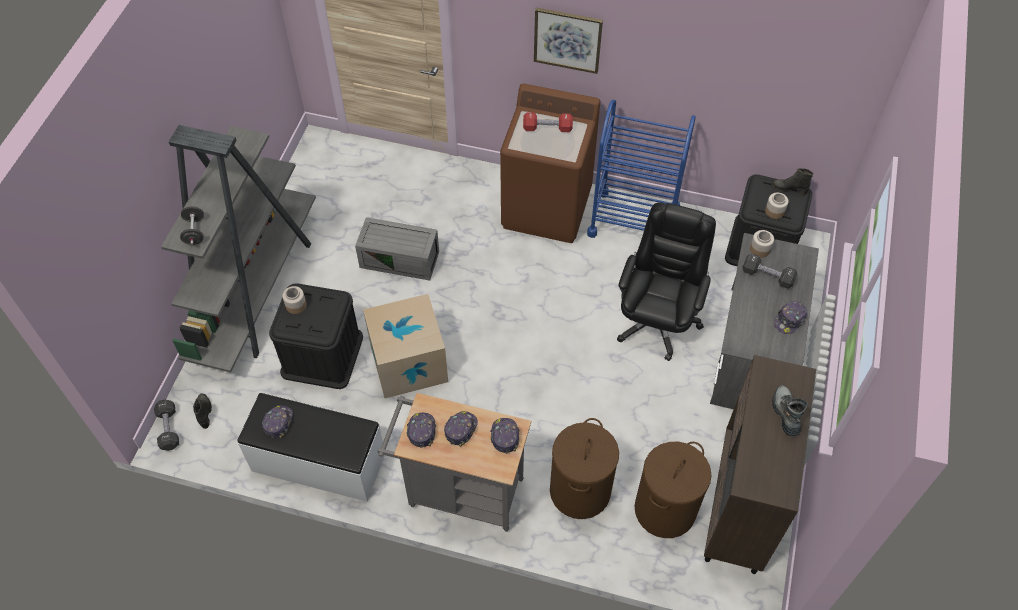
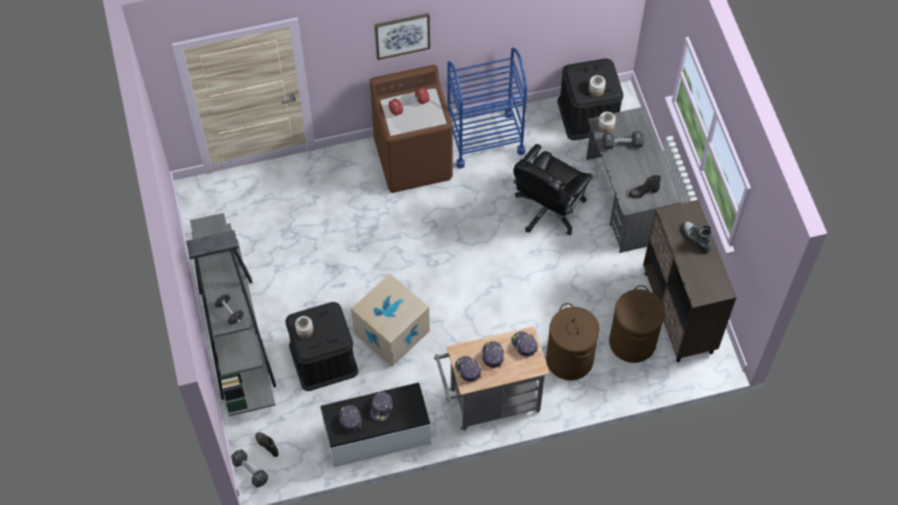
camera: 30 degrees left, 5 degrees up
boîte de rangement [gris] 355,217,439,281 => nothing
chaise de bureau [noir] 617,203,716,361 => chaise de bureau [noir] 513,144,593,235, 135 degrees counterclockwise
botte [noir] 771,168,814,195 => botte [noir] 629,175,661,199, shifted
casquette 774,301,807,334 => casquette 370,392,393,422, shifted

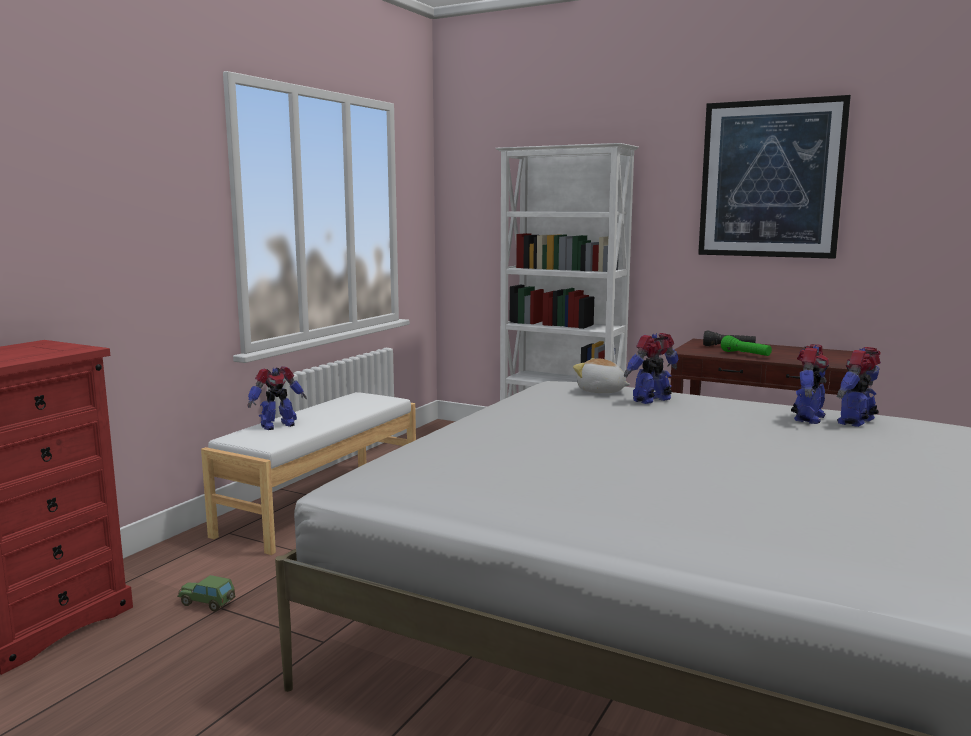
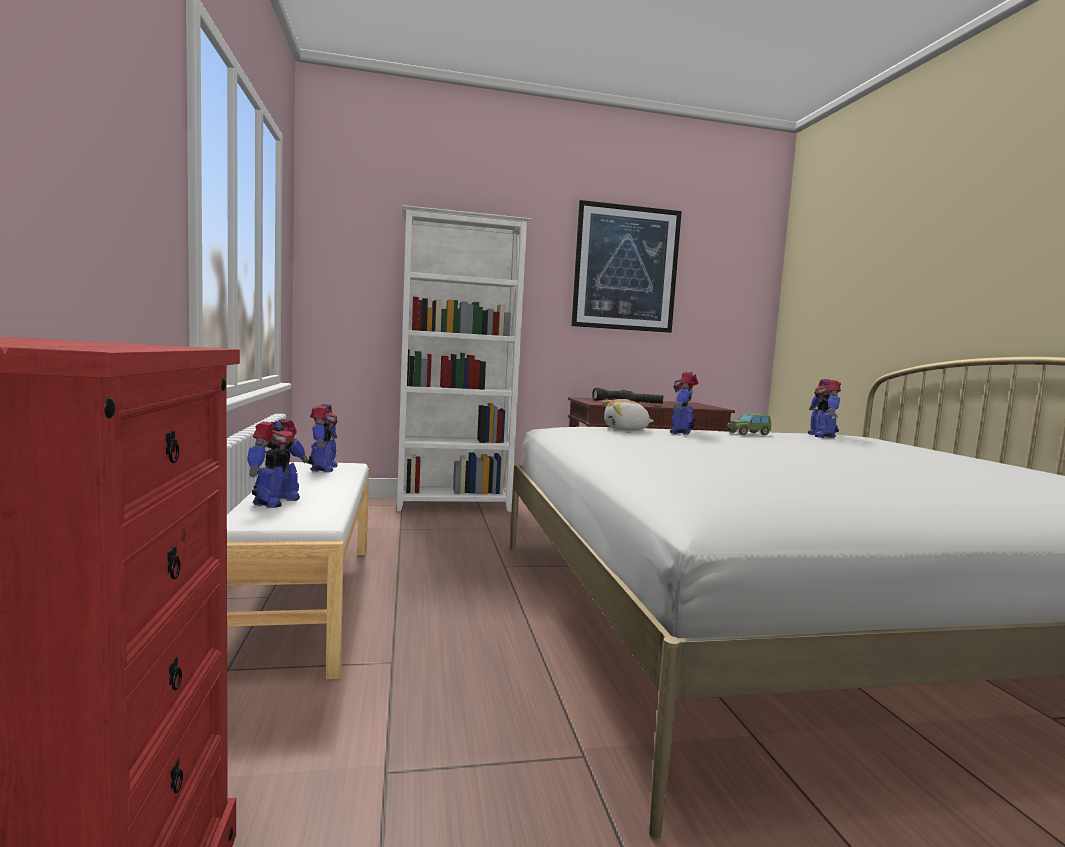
camera: 40 degrees left, 5 degrees down
petite voiture 177,575,236,612 => petite voiture 726,413,772,435, shifted
lampe de poche [vert] 721,335,772,356 => lampe de poche [noir] 619,390,663,404
robot jouet 791,344,829,424 => robot jouet 308,404,338,472, shifted

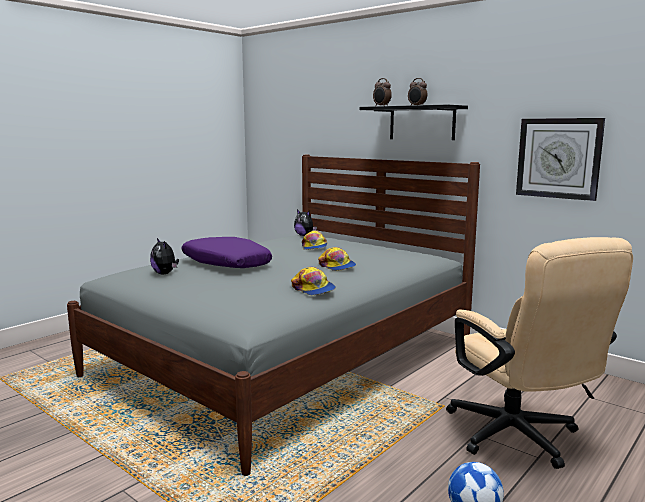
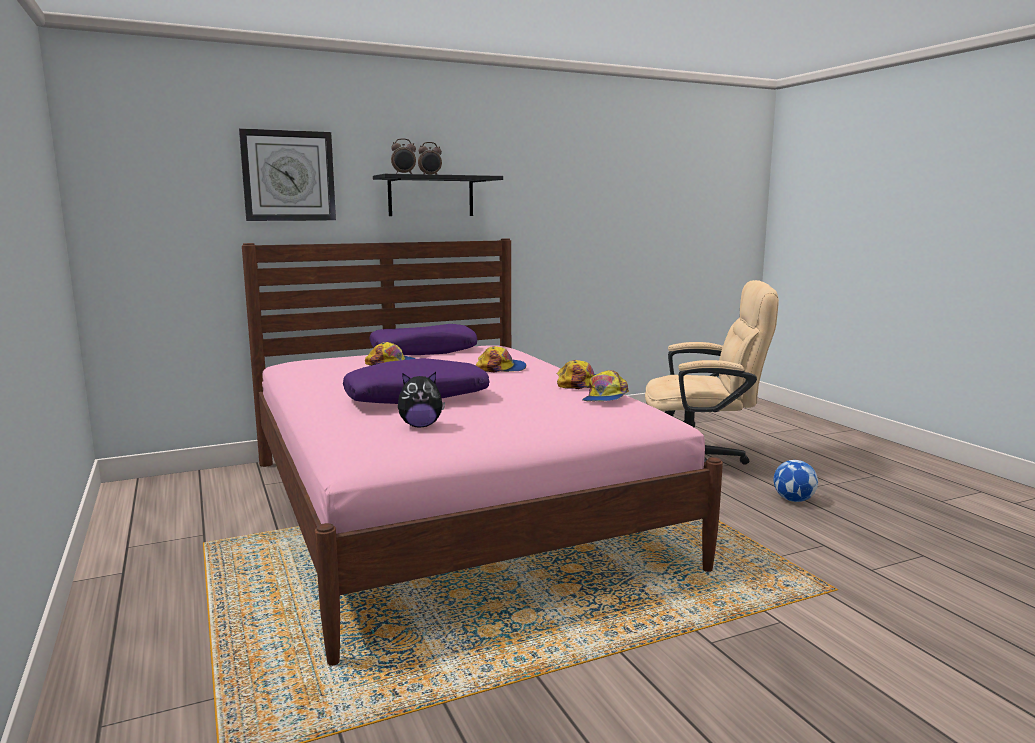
camera: 65 degrees left, 0 degrees up
lit [gris] 67,155,480,476 => lit [rose] 242,238,723,666
peluche 294,210,317,236 => nothing
horloge murale 516,118,605,201 => horloge murale 239,128,336,221, shifted
nothing => coussin [violet] 369,324,477,355
nothing => casquette 582,370,629,402

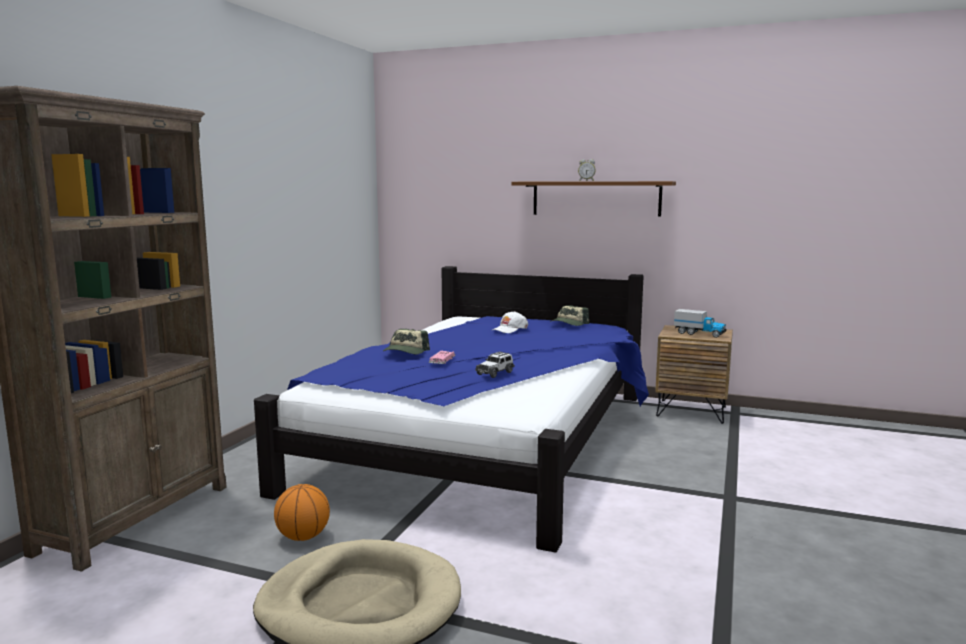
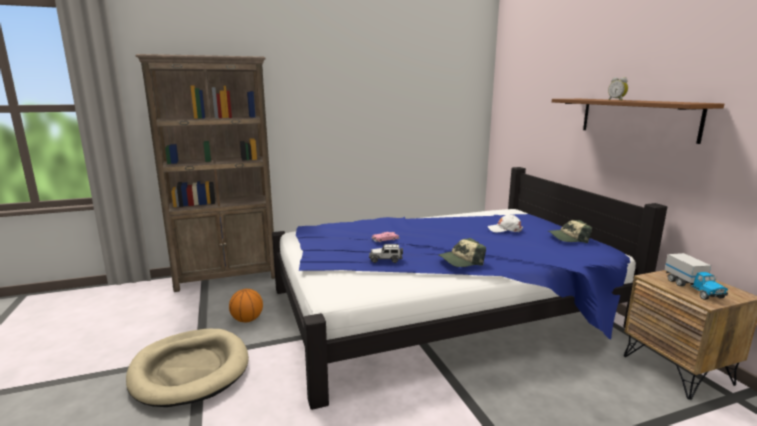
camera: 50 degrees right, 5 degrees up
casquette 383,329,430,354 => casquette 439,238,486,267, shifted

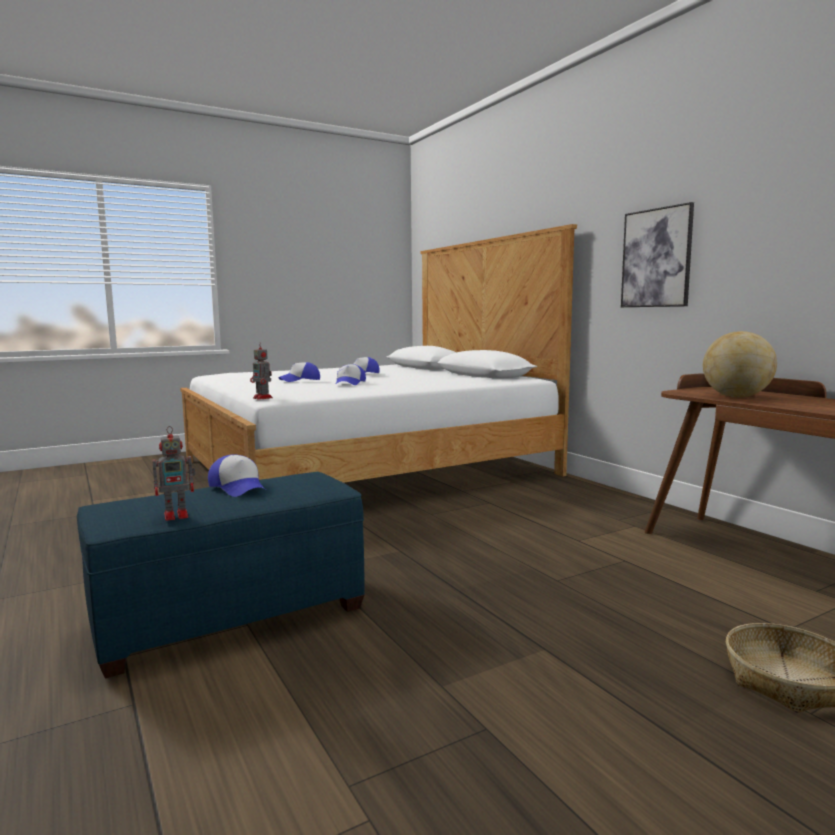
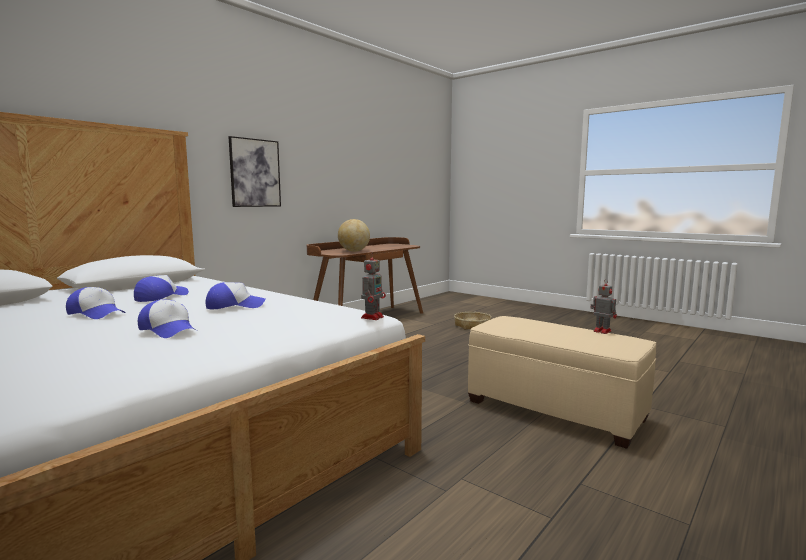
camera: 110 degrees left, 0 degrees up
pouf [bleu] 77,472,365,678 => pouf [beige] 468,316,656,449
casquette 208,454,265,497 => casquette 134,275,189,302, shifted

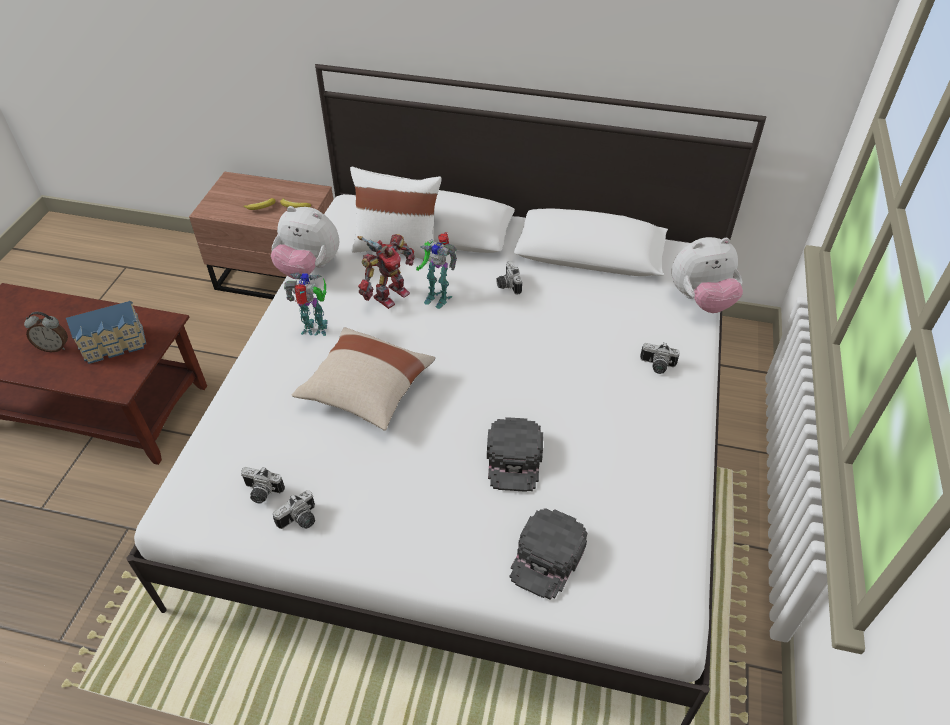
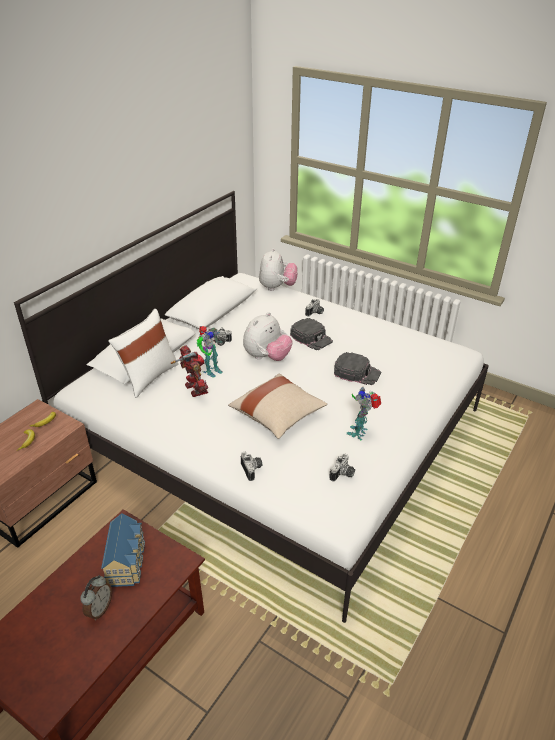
camera: 70 degrees left, 10 degrees down
peluche 271,206,339,279 => peluche 243,312,293,361, shifted
appareil photo 273,490,315,529 => appareil photo 241,452,262,481, shifted
robot jouet 284,272,328,336 => robot jouet 347,387,381,440, shifted
casquette [noir] 509,508,588,600 => casquette [noir] 290,318,333,350, shifted

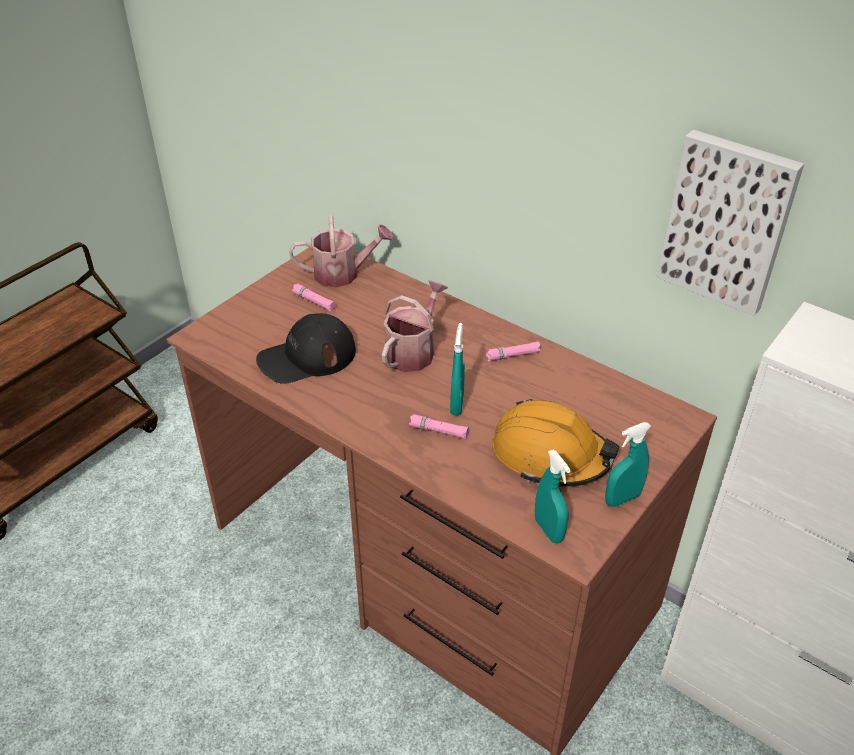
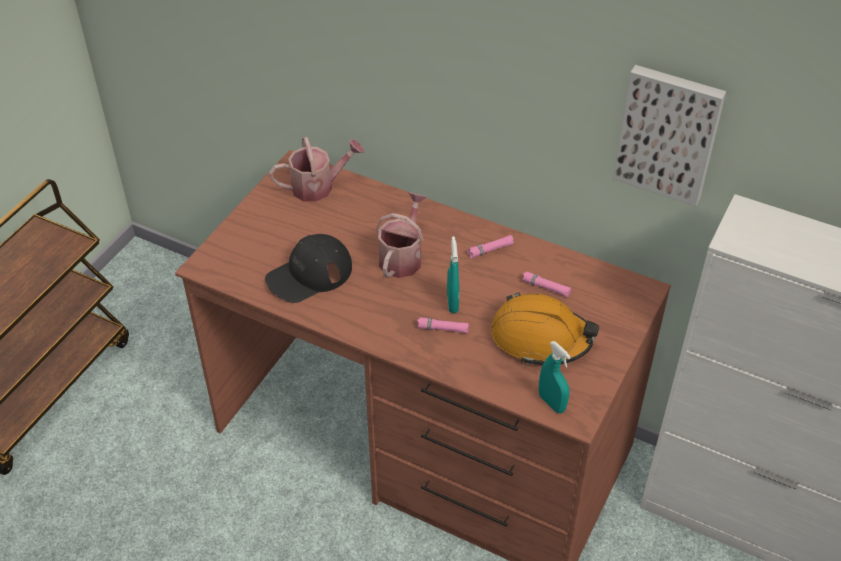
camera: 10 degrees left, 5 degrees up
lampe de poche [rose] 292,284,336,311 => lampe de poche [rose] 522,271,571,297, shifted
vaporisateur [turquoise] 605,422,651,507 => nothing

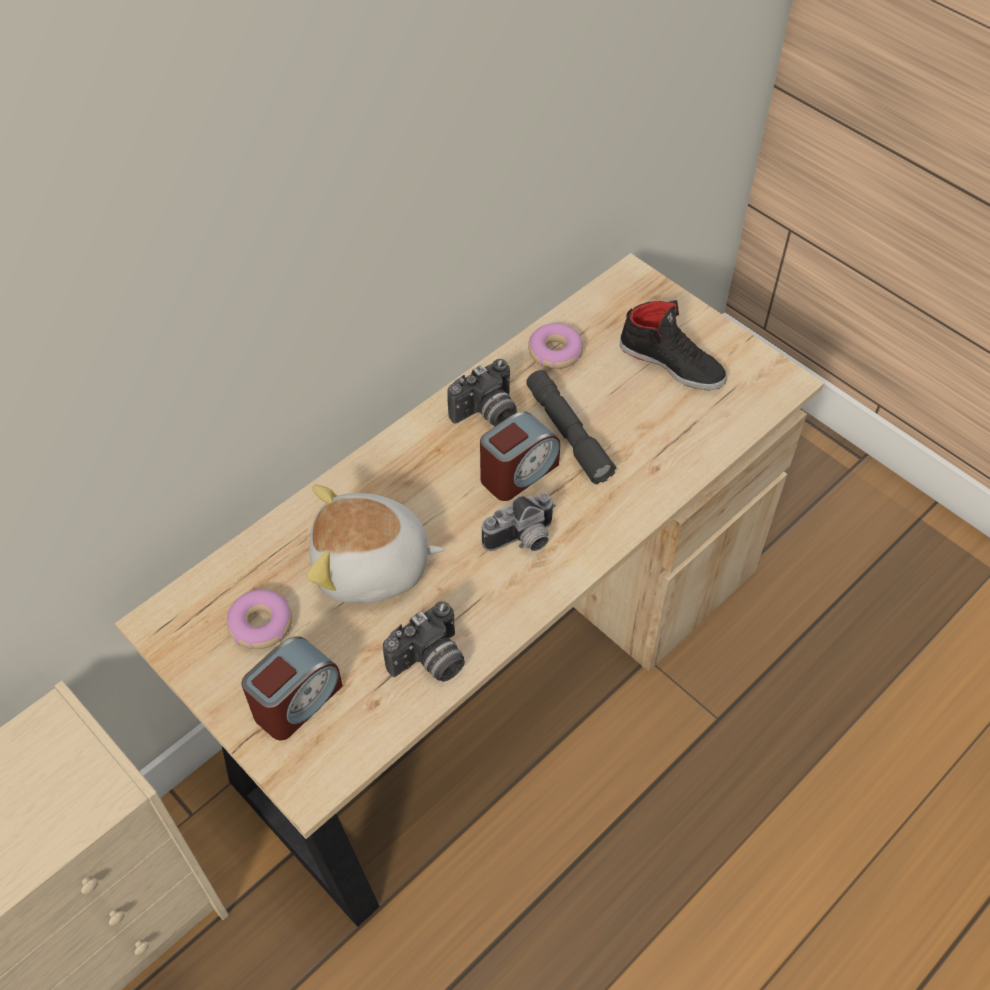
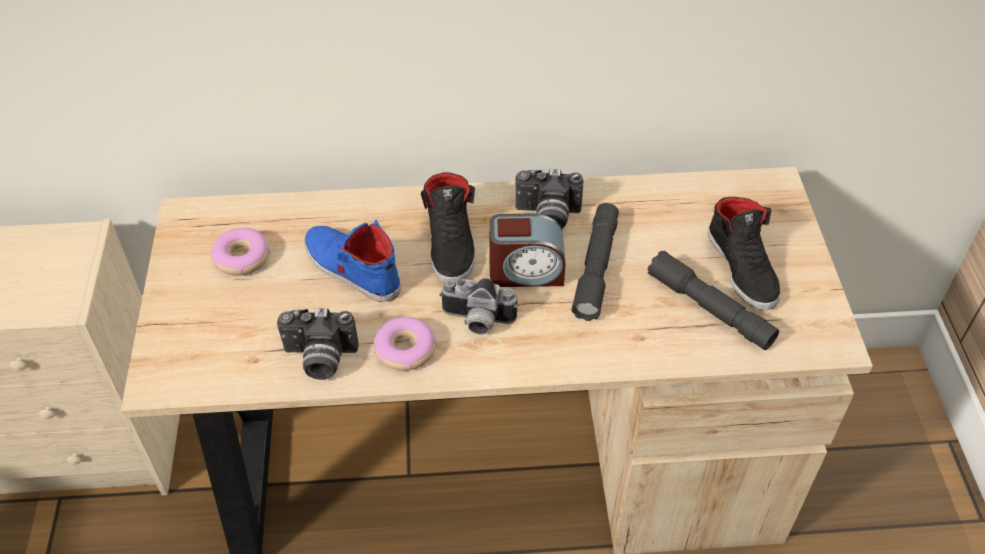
camera: 40 degrees right, 5 degrees down
réveil 241,636,343,740 => nothing
peluche 306,485,445,603 => chaussure [bleu] 304,220,401,302
beignet 528,323,583,369 => beignet 374,317,437,371, shifted
nothing => chaussure [noir] 421,172,475,283
nothing => lampe de poche [gris] 647,251,779,350

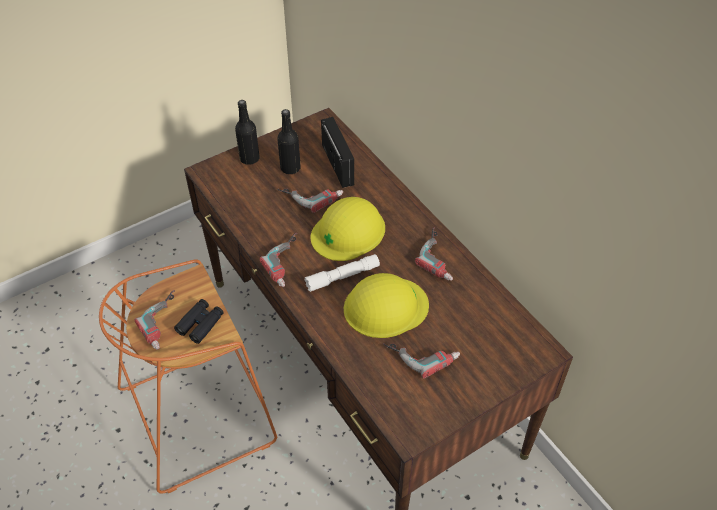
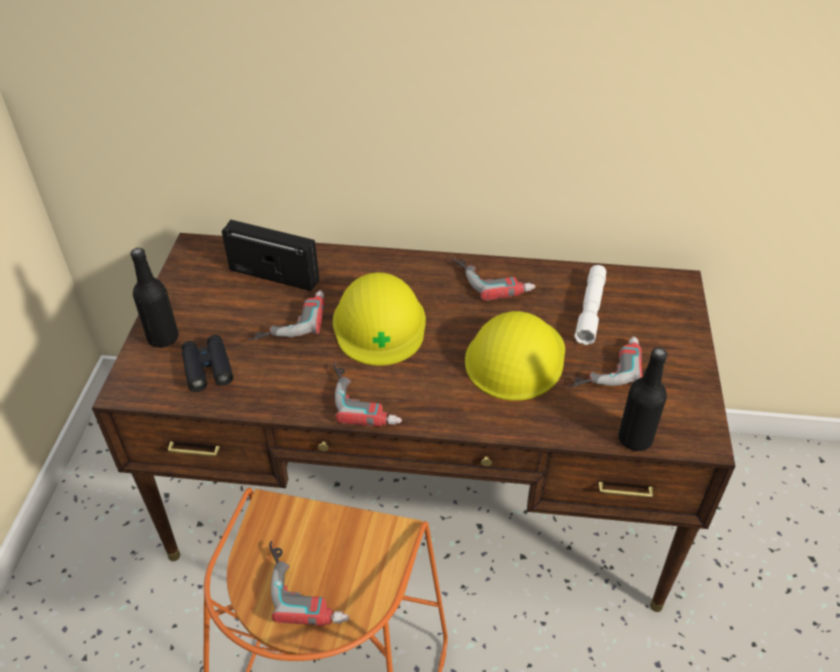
camera: 50 degrees left, 5 degrees down
jumelles [noir] 174,299,224,344 => jumelles [noir] 181,335,233,392, shifted
bouteille [noir] 277,109,301,174 => bouteille [noir] 618,347,667,451, shifted
lampe de poche [blanc] 305,254,380,292 => lampe de poche [blanc] 574,265,606,345, shifted

